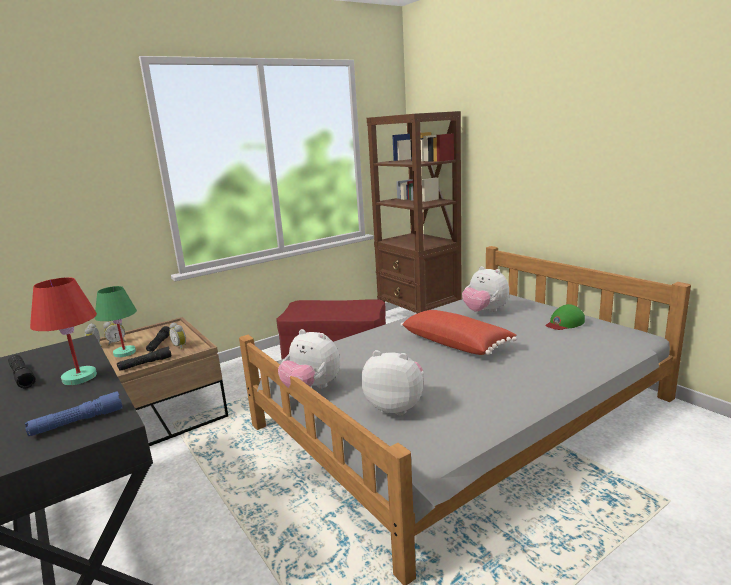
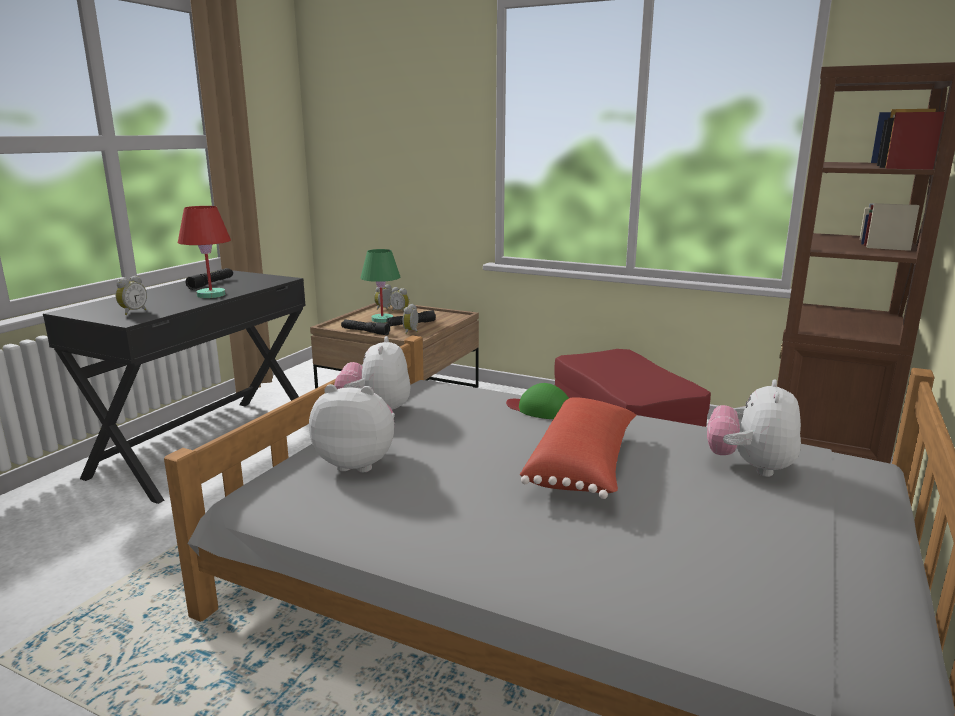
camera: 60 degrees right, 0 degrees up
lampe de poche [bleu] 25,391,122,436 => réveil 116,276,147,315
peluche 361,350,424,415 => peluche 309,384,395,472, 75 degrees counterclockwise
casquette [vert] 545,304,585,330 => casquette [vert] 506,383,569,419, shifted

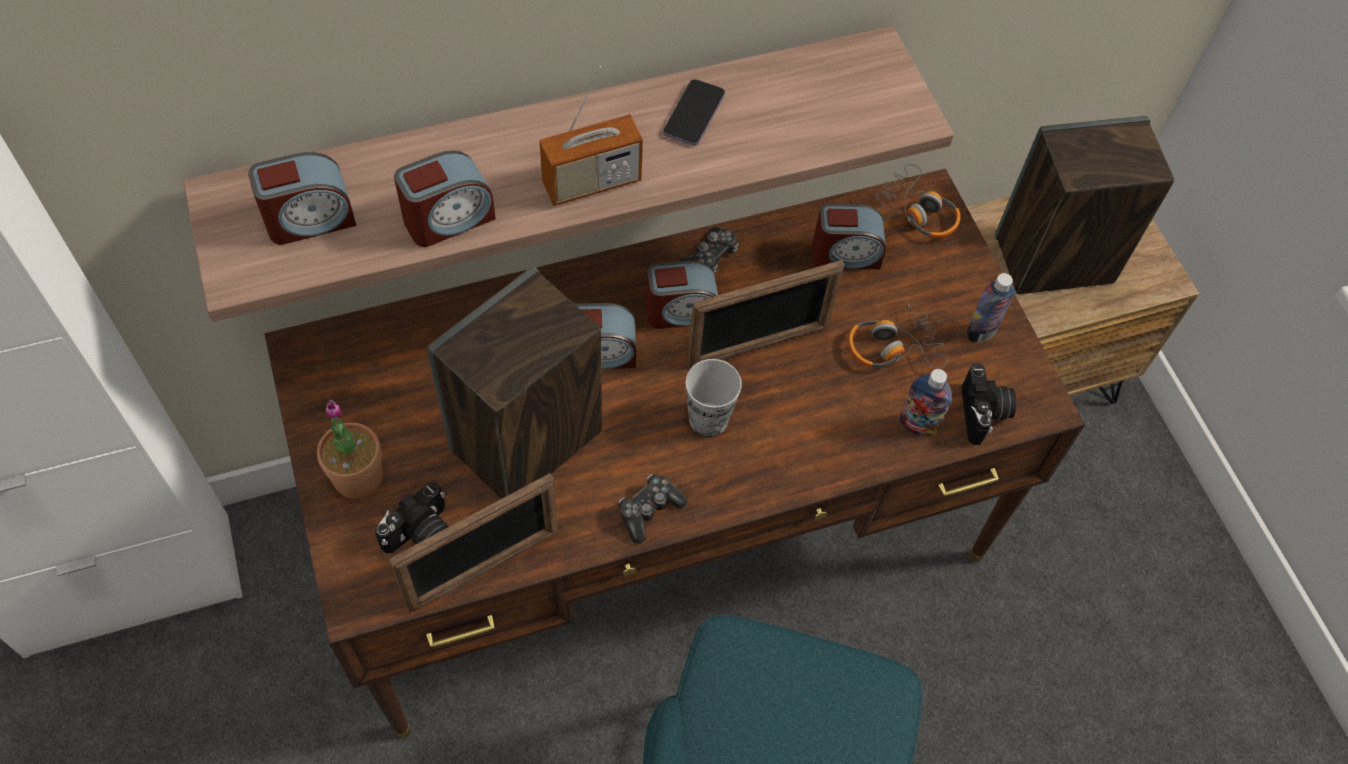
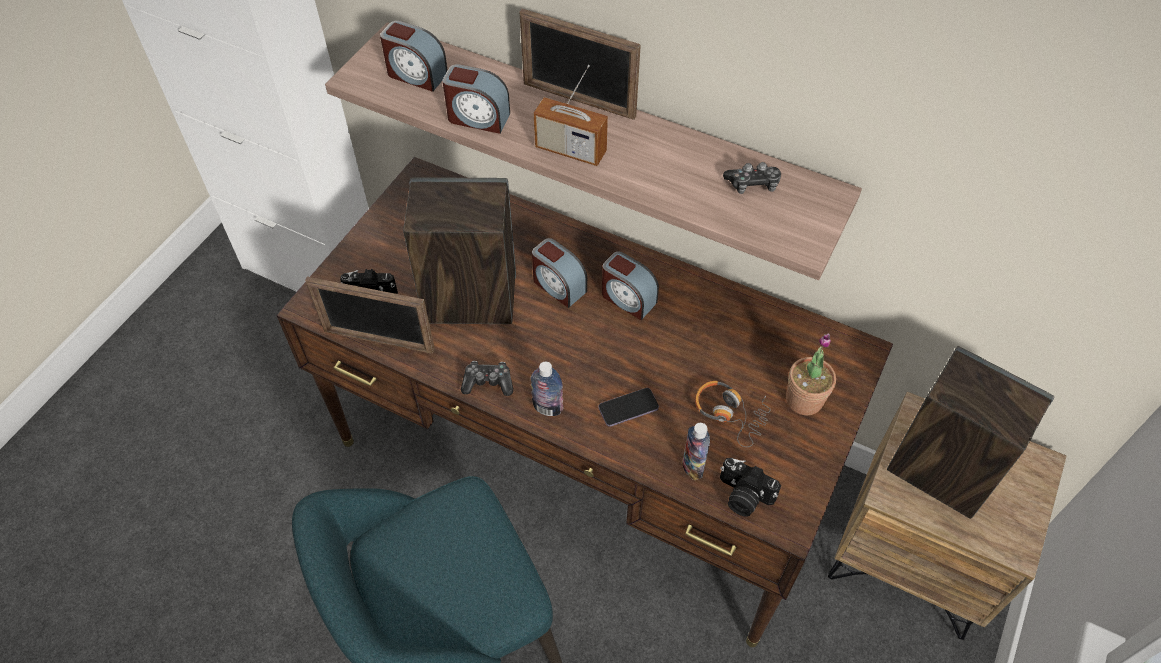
camera: 50 degrees right, 5 degrees down
plante en pot 317,400,383,499 => plante en pot 786,334,836,415, shifted
téléphone 663,79,725,146 => téléphone 598,388,659,427, shifted
manette 679,227,739,274 => manette 723,162,781,194, shifted
tasse 686,359,742,437 => nothing
cadre photo 687,260,845,368 => cadre photo 519,9,641,120, shifted
réveil 812,204,886,269 => nothing
casque audio 876,164,961,239 => nothing
appareil photo 961,364,1016,445 => appareil photo 720,458,781,517, 75 degrees clockwise
bouteille 965,273,1015,342 => bouteille 530,362,564,416, shifted

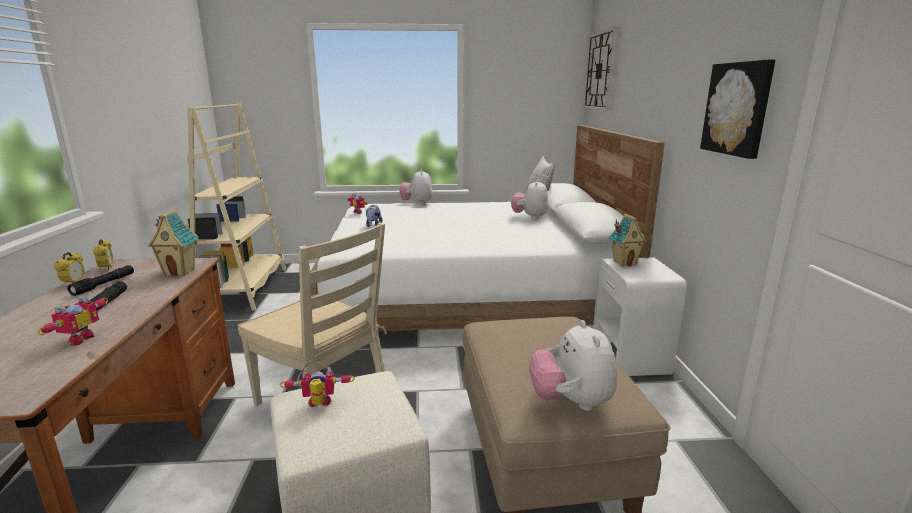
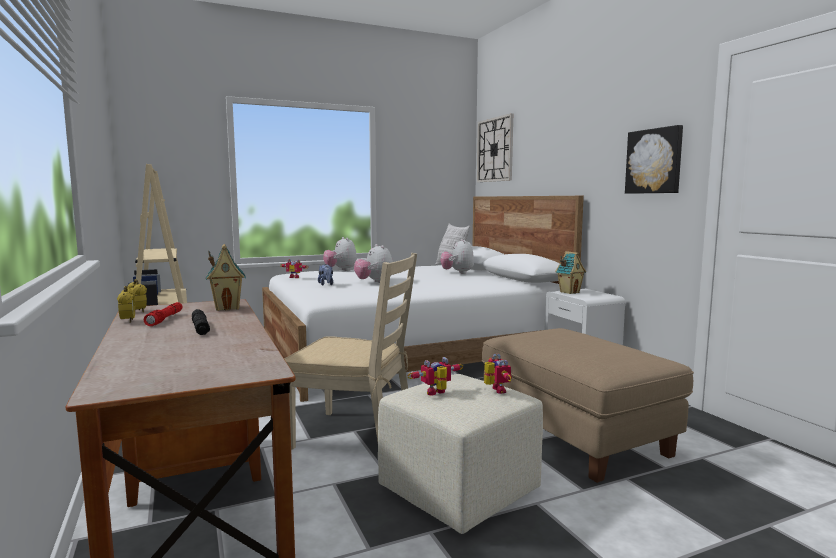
camera: 20 degrees left, 10 degrees down
robot jouet 37,295,108,345 => robot jouet 484,354,512,394, shifted
lampe de poche [noir] 67,265,134,296 => lampe de poche [rouge] 144,302,183,326
peluche 529,320,617,411 => peluche 354,244,393,283, shifted

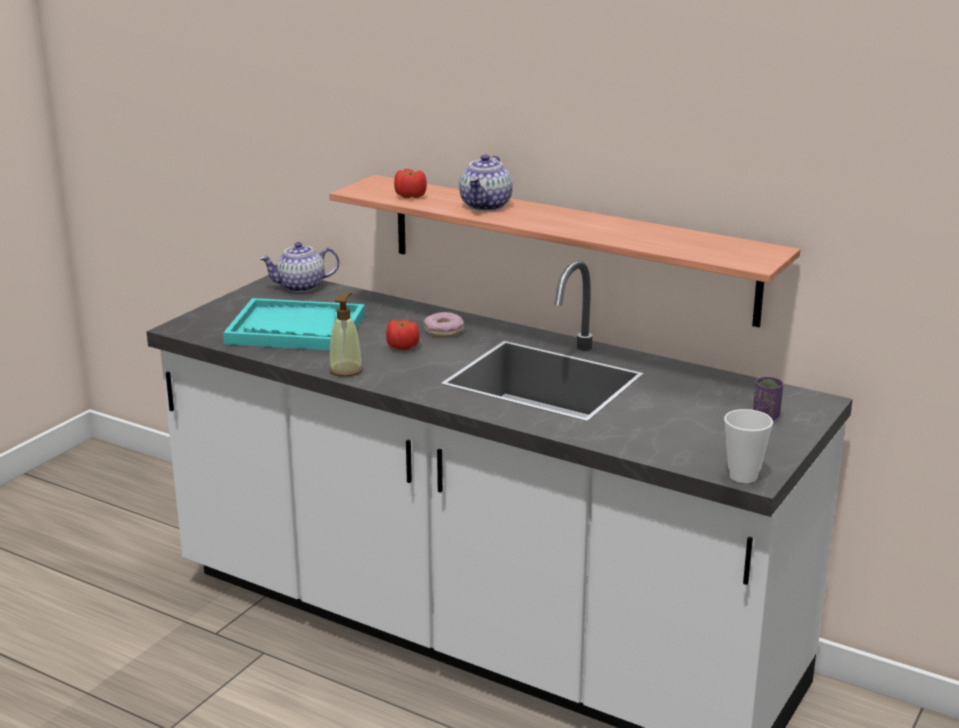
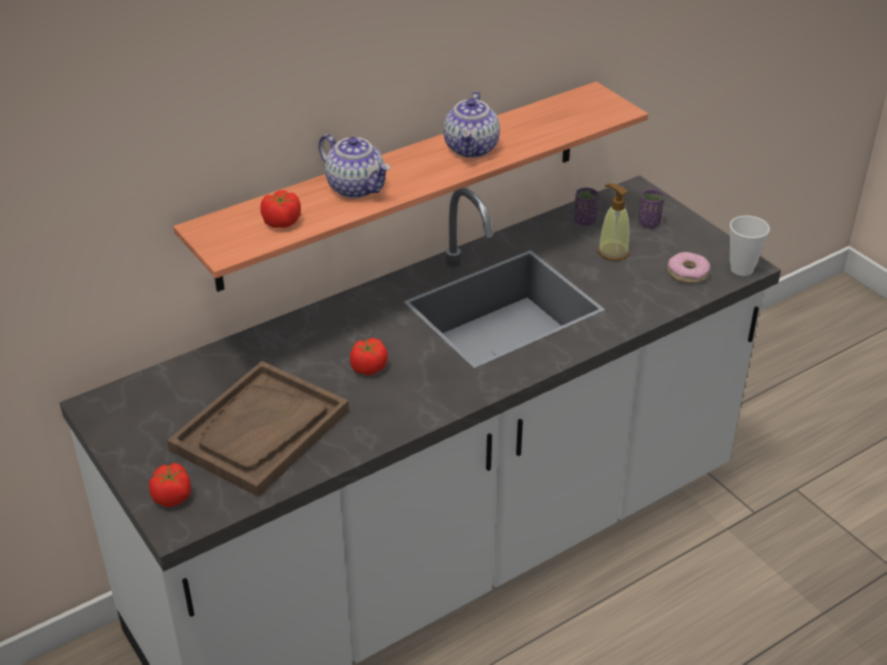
camera: 65 degrees left, 15 degrees up
plateau [turquoise] 223,298,365,350 => plateau [marron] 167,361,349,497
théière 260,242,339,292 => théière 443,91,500,158, shifted
distributeur de savon 329,293,363,377 => distributeur de savon 598,184,630,261, shifted
beignet 423,312,464,337 => beignet 668,252,710,283, shifted
nothing => tomate 149,463,191,507
nothing => tasse [violet] 574,188,599,226

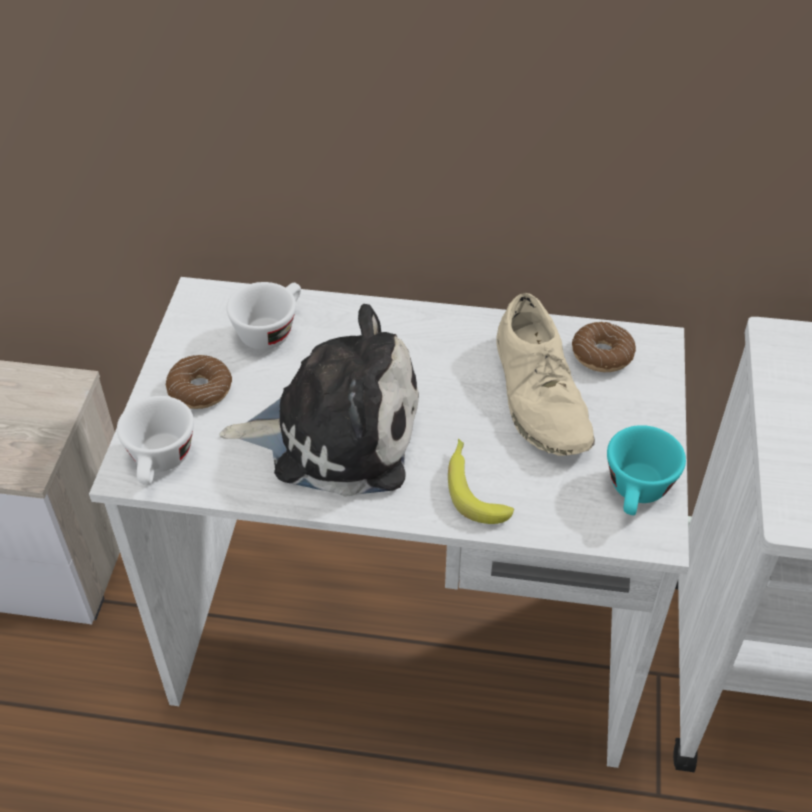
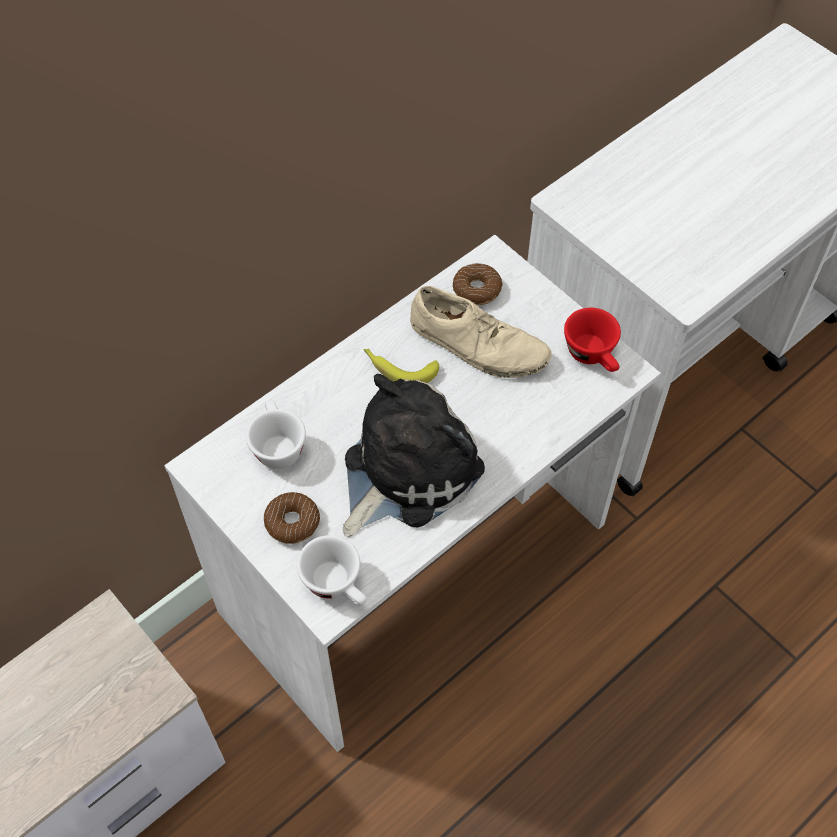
camera: 50 degrees left, 10 degrees up
banane 448,439,514,524 => banane 363,349,439,383, shifted
tasse [turquoise] 607,425,686,515 => tasse [rouge] 564,308,621,372

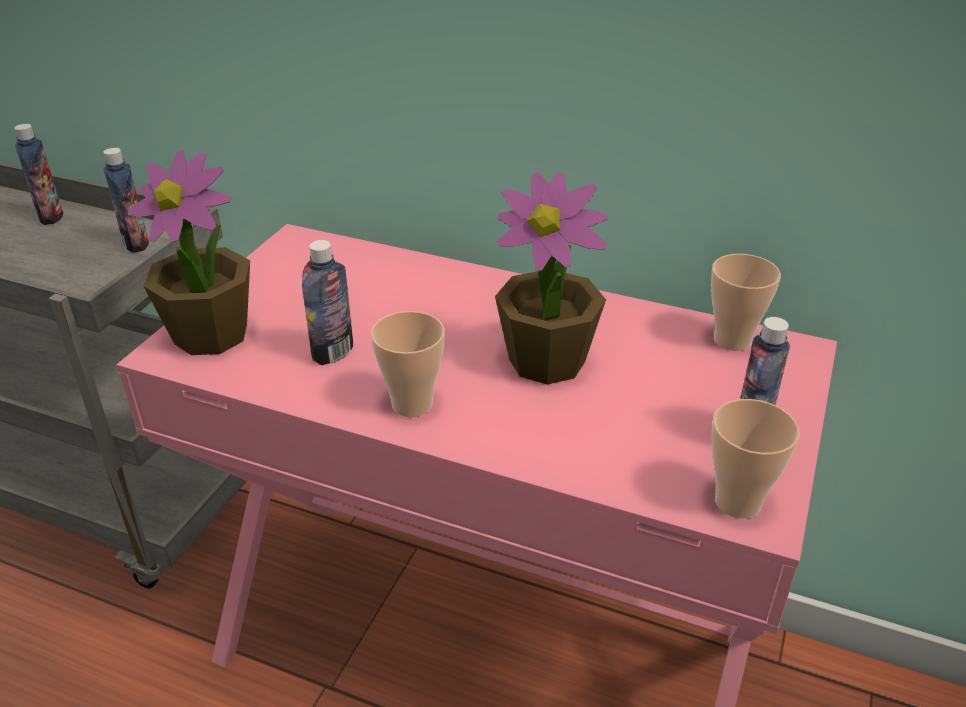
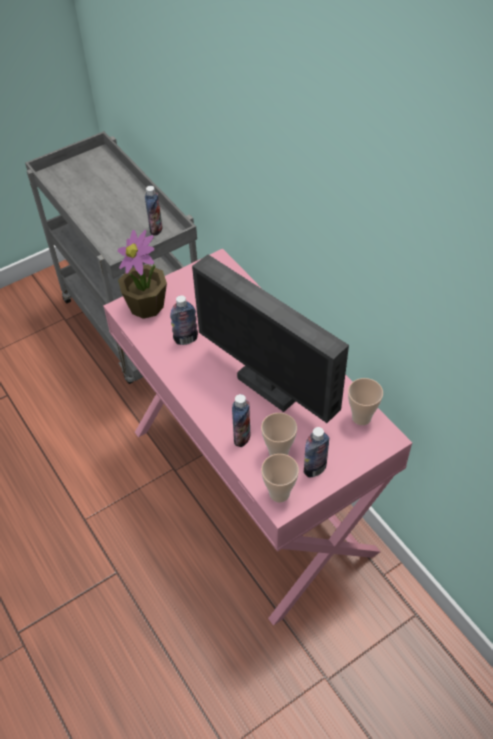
camera: 35 degrees right, 15 degrees up
bouteille 14,124,63,225 => bouteille 232,394,251,447, shifted
tasse 371,311,445,417 => tasse 261,413,297,456, shifted
plante en pot 495,172,607,385 => écran d'ordinateur 192,254,349,423

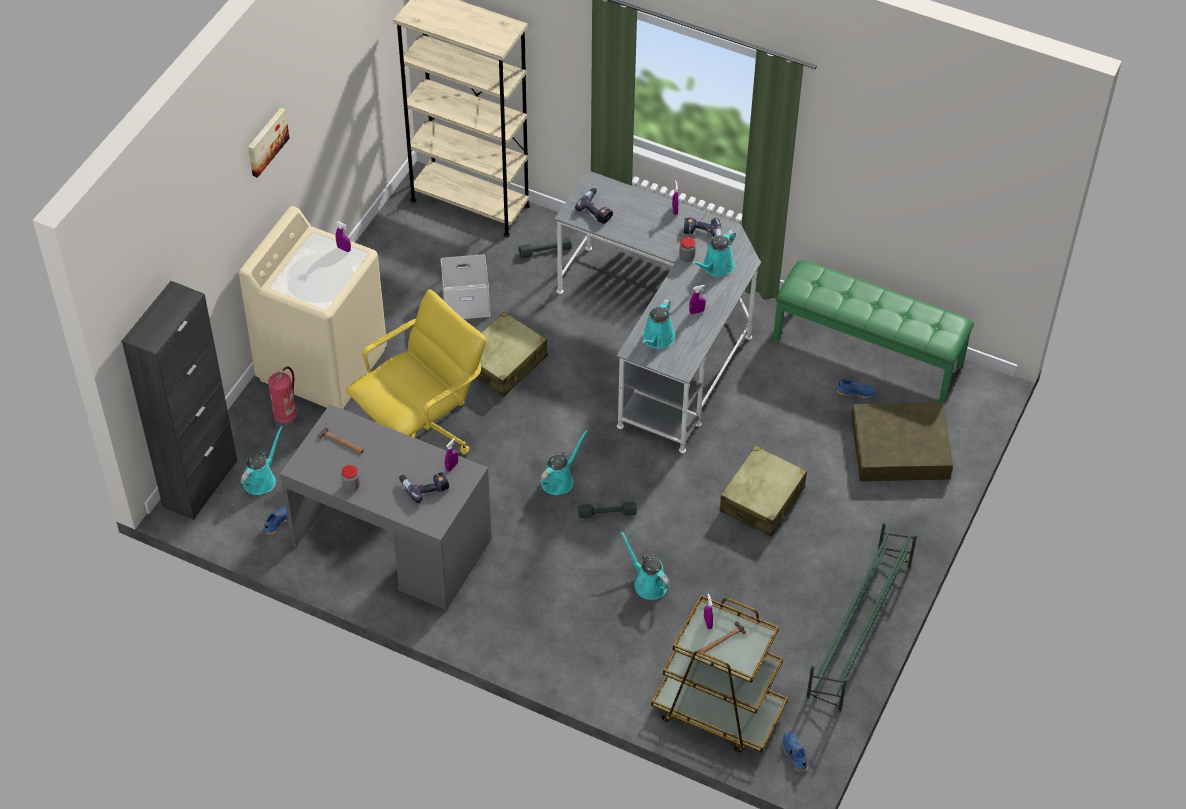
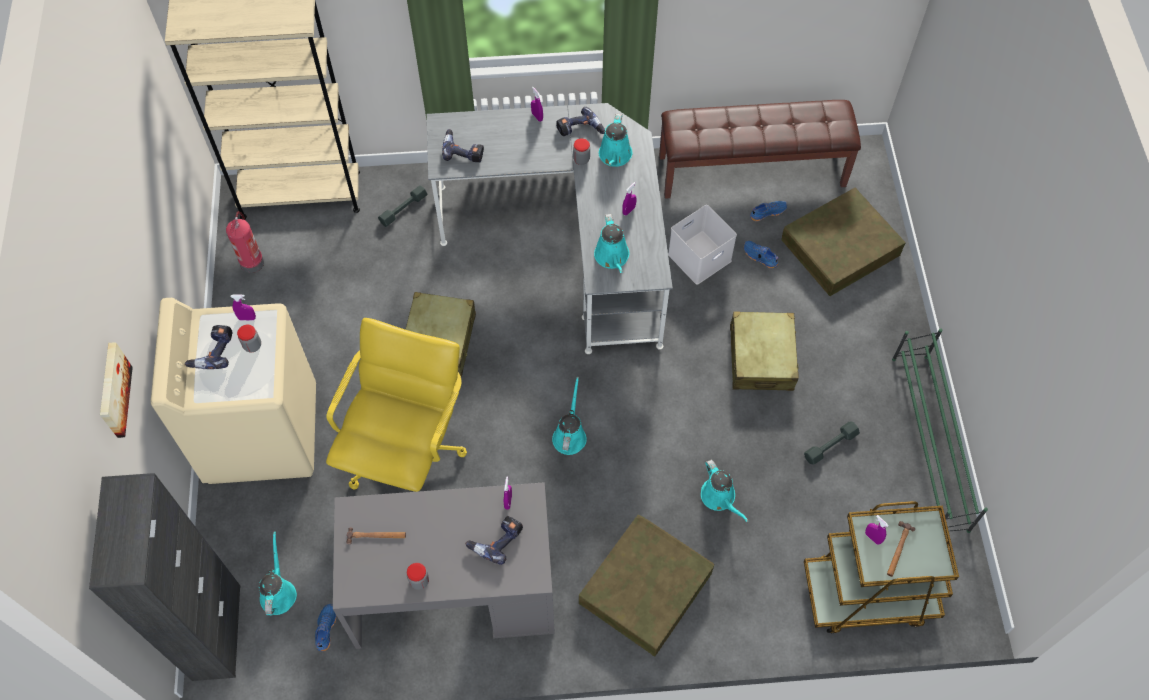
camera: 30 degrees left, 10 degrees up
tableau 248,108,290,178 => tableau 100,342,133,438, shifted
extincteur 268,366,297,428 => extincteur 226,211,264,273, shifted
boîte de rangement [blanc] 441,254,490,319 => boîte de rangement [blanc] 668,205,737,284, shifted
haltère [gris] 578,501,637,518 => haltère [gris] 804,422,860,465, shifted
arrosoir [turquoise] 620,531,670,600 => arrosoir [turquoise] 701,460,748,522, 135 degrees counterclockwise
banc [vert] 773,260,974,404 => banc [marron] 659,100,861,199
chaussure [bleu] 782,731,808,772 => chaussure [bleu] 744,240,779,269, shifted
nothing => perceuse 185,325,233,369
nothing => bocal 237,325,261,352
nothing => boîte de rangement [marron] 579,515,714,656

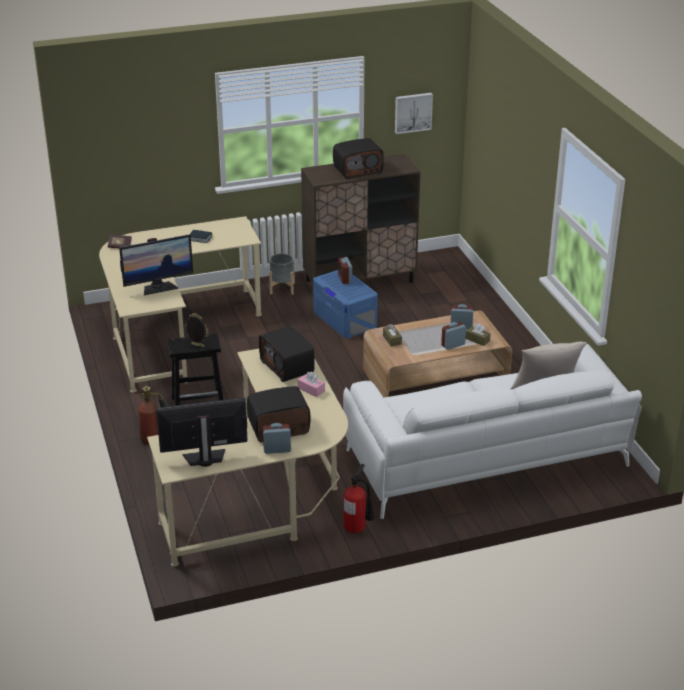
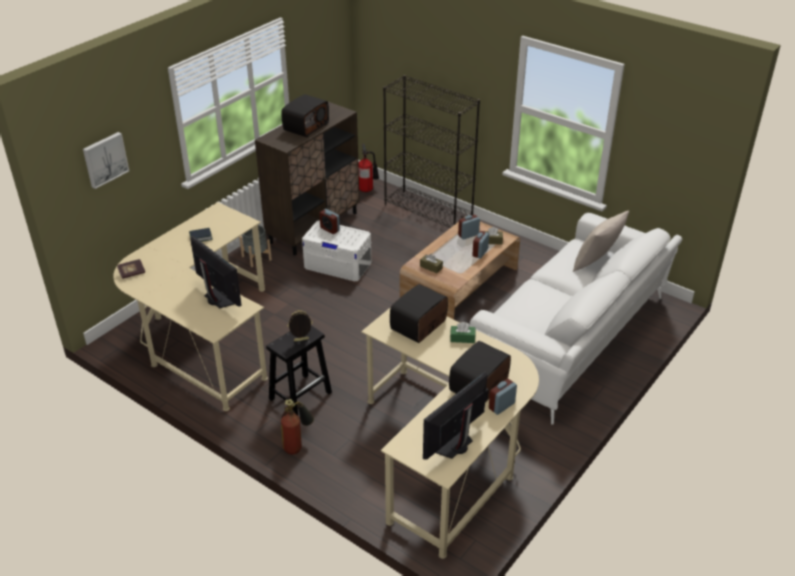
camera: 35 degrees left, 5 degrees up
écran d'ordinateur 119,234,193,295 => écran d'ordinateur 190,236,242,308, 75 degrees counterclockwise
radio 259,326,315,382 => radio 390,284,448,343, 105 degrees clockwise
boîte à mouchoirs [rose] 298,372,325,397 => boîte à mouchoirs [vert] 450,322,476,343
boîte de rangement [bleu] 313,270,378,339 => boîte de rangement [blanc] 302,220,371,281
extincteur 344,464,375,533 => extincteur 358,144,379,192, shifted
tableau 395,93,433,134 => tableau 83,132,129,189, shifted
nothing => bibliothèque [noir] 383,75,480,228

